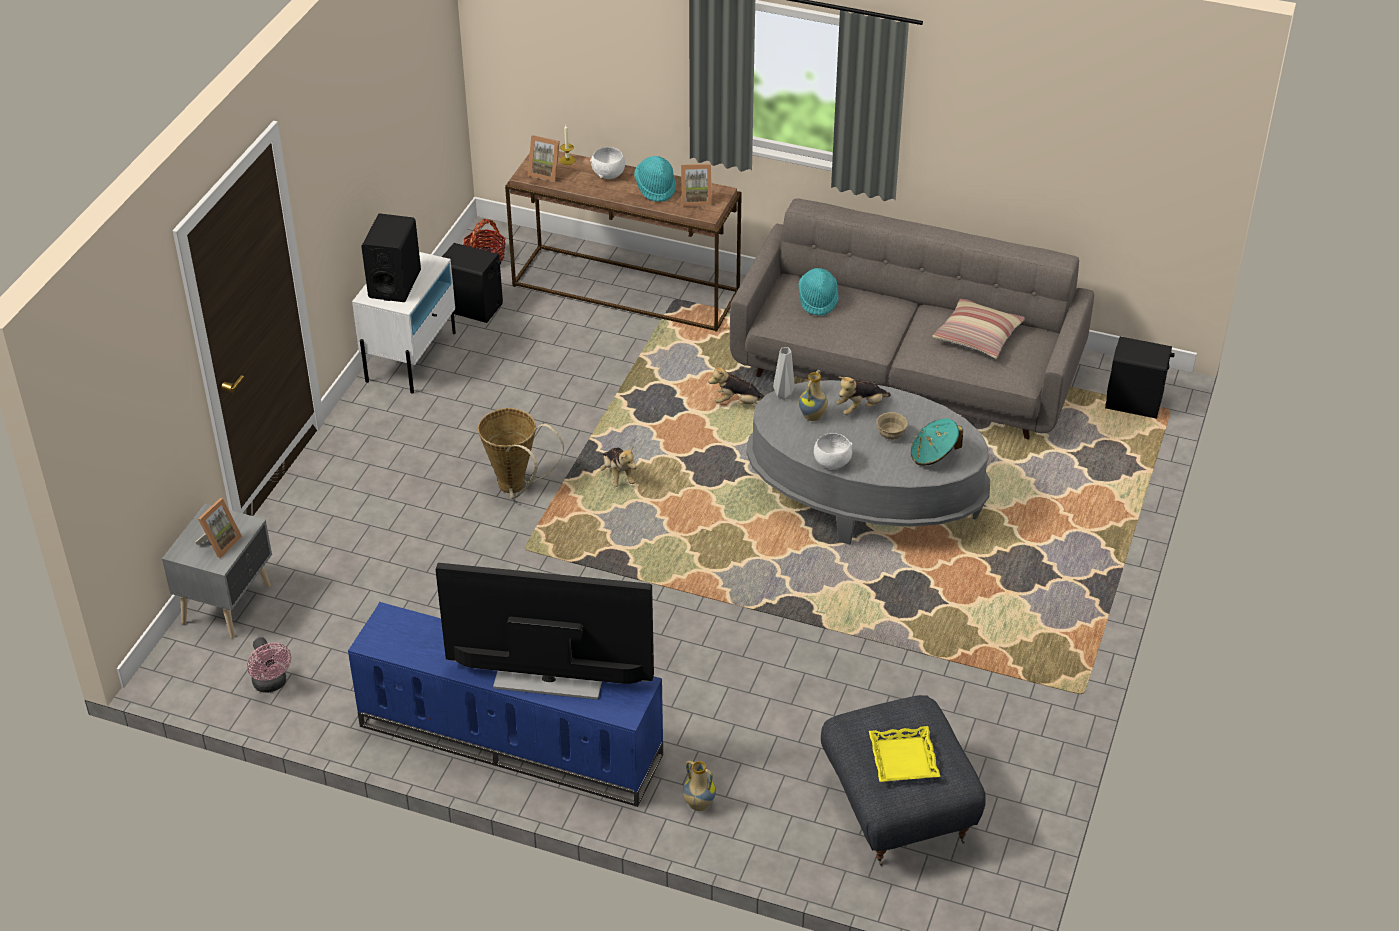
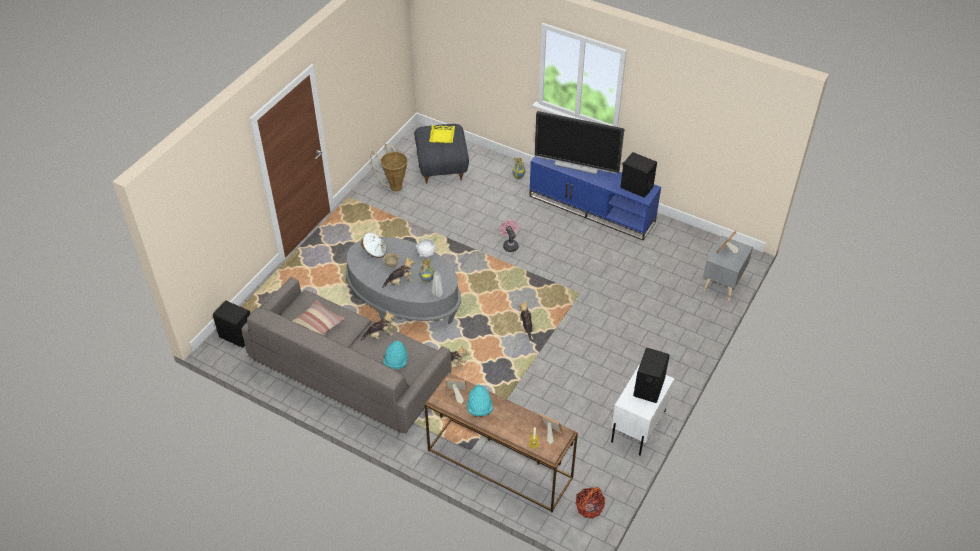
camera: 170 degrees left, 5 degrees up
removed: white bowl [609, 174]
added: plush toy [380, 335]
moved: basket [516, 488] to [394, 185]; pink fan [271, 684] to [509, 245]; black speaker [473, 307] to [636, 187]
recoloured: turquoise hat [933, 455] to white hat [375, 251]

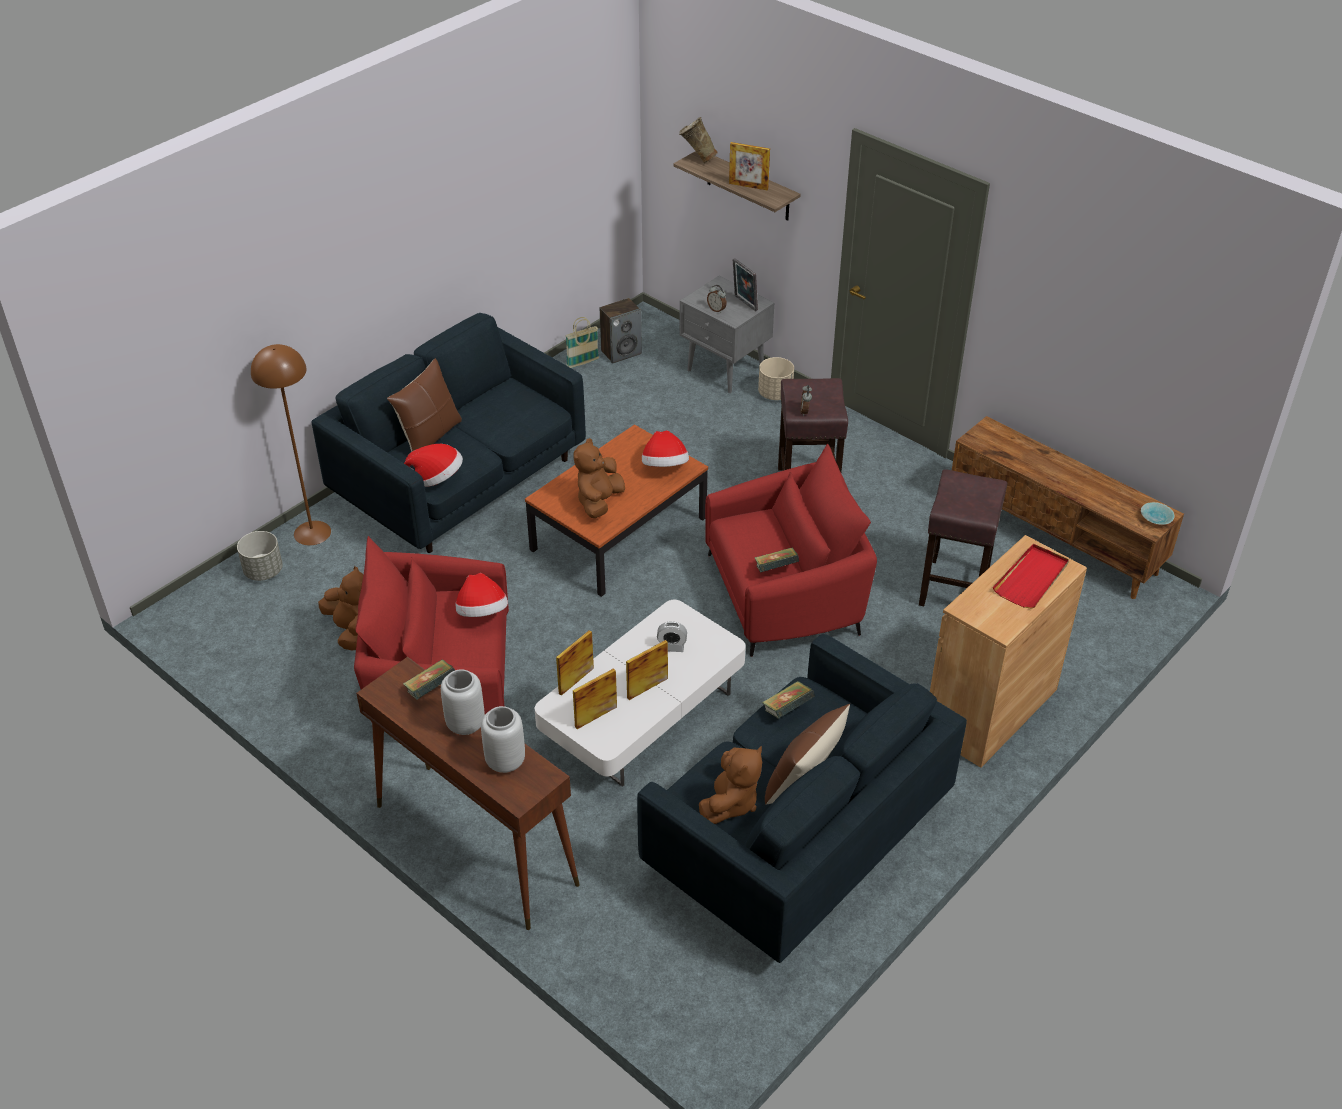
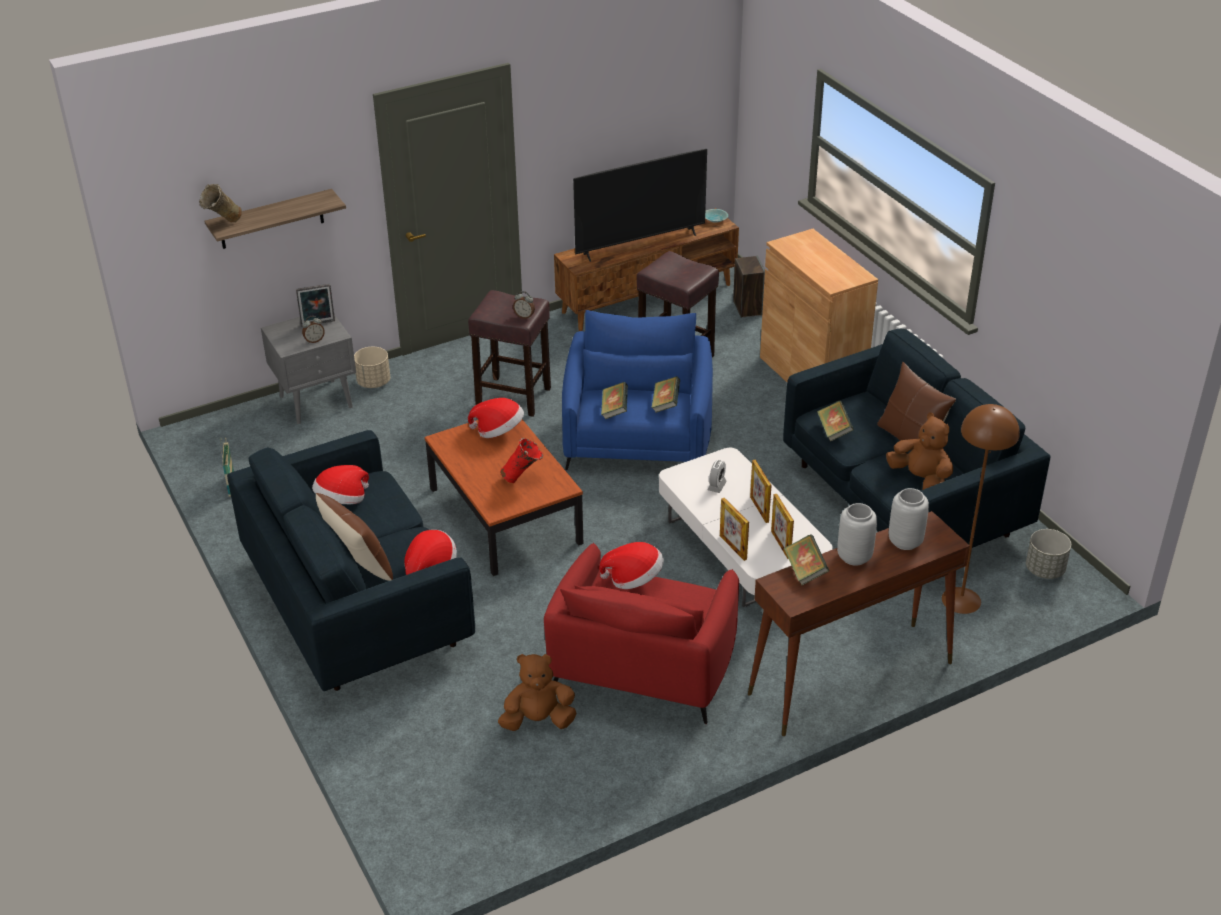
camera: 70 degrees left, 5 degrees down
removed: picture frame [748, 186]; red tray [1031, 579]
added: hat [342, 501]; television [640, 244]; book [614, 410]
moved: speaker [621, 352] to [747, 308]; brown floor lamp [312, 532] to [960, 600]; grey planter [263, 571] to [1045, 570]
replaced: brown plush toy [599, 502] to red vase [523, 479]
recoloured: red armchair [785, 594] to blue armchair [637, 440]

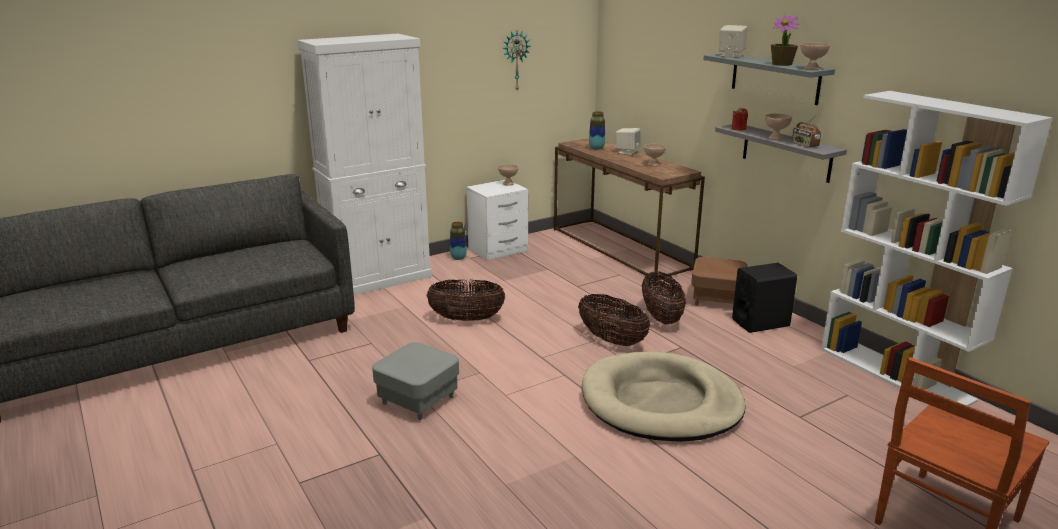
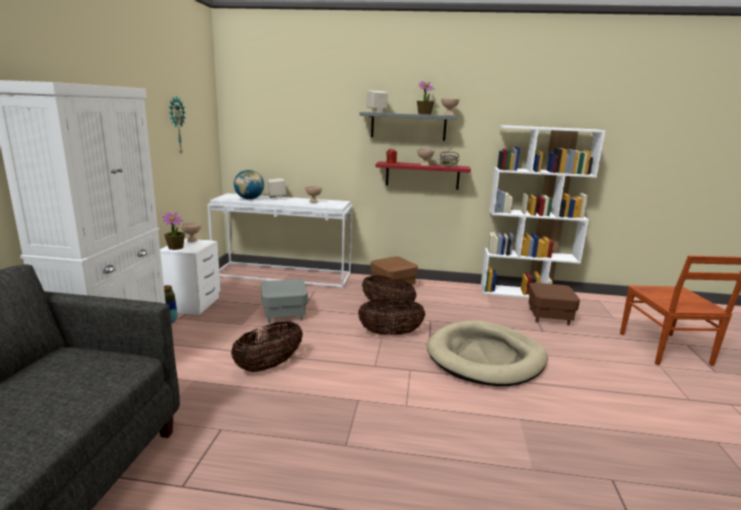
camera: 50 degrees left, 5 degrees down
removed: black speaker [760, 323]
added: potted plant [175, 247]; brown ottoman [549, 317]
moved: grey ottoman [418, 400] to [284, 314]
replaced: vase [596, 148] to globe [249, 199]
recoloured: brown console table [622, 248] to white console table [284, 275]; grey shelf [786, 152] to red shelf [422, 175]

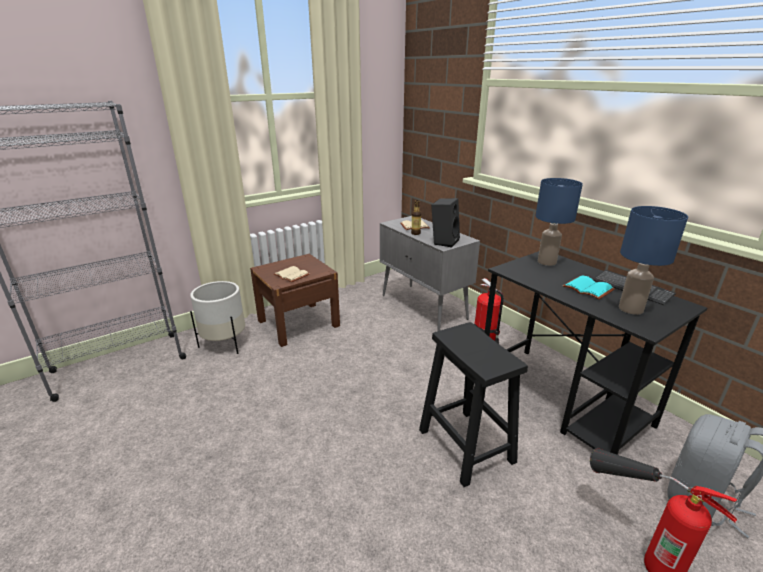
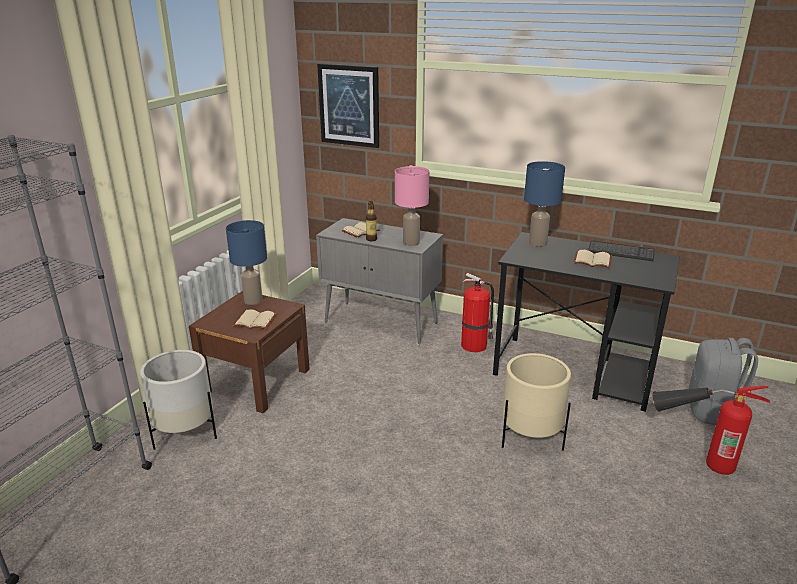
camera: 30 degrees left, 0 degrees up
added: picture [349, 105]
moved: blue table lamp [631, 309] to [253, 301]
replaced: black speaker [444, 241] to pink table lamp [410, 242]; black stool [464, 444] to beige planter [530, 437]
recoloured: turquoise book [586, 289] to beige book [591, 261]

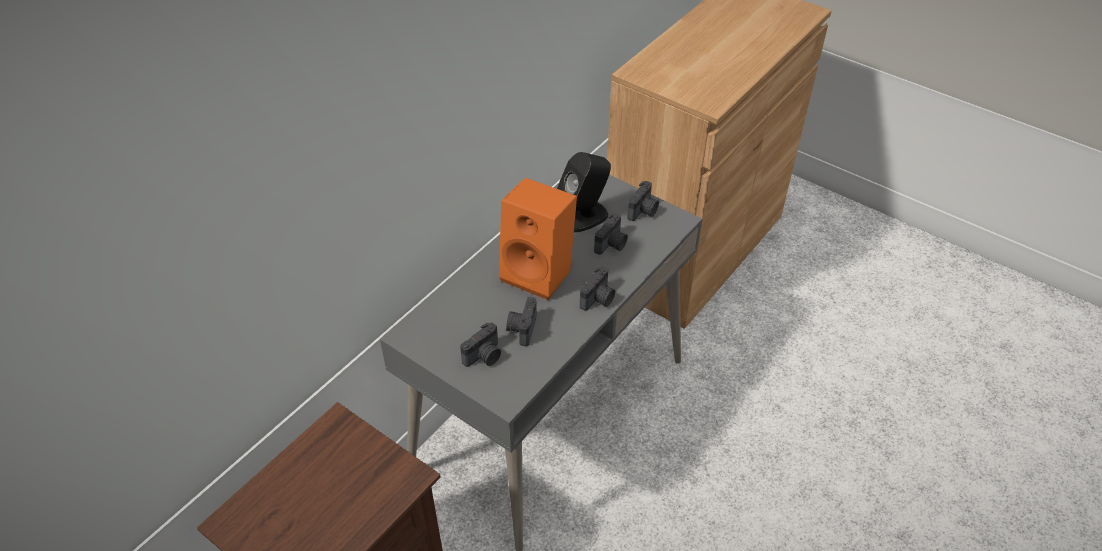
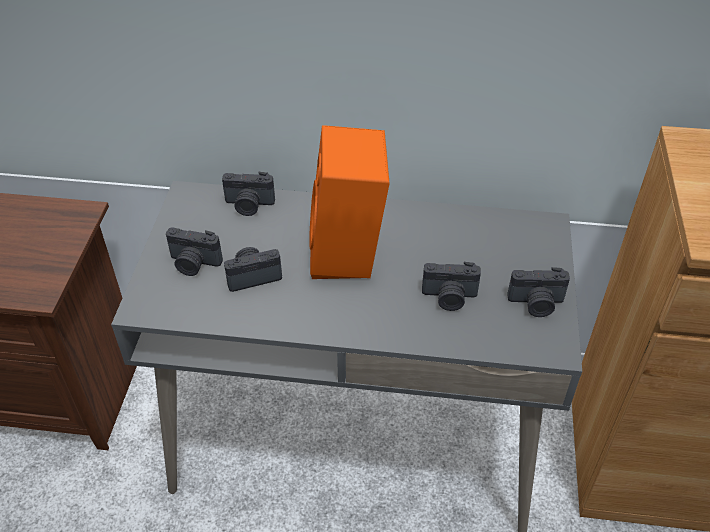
camera: 60 degrees right, 0 degrees up
removed: black speaker [583, 216]
moved: photo camera [598, 299] to [249, 205]

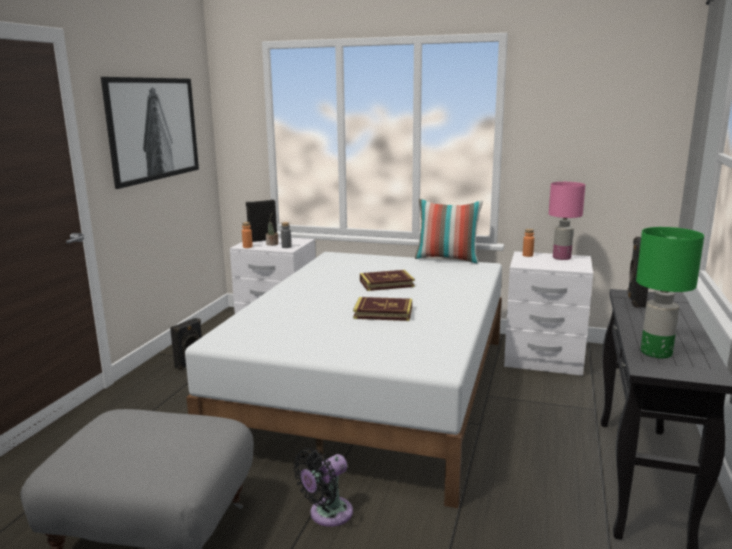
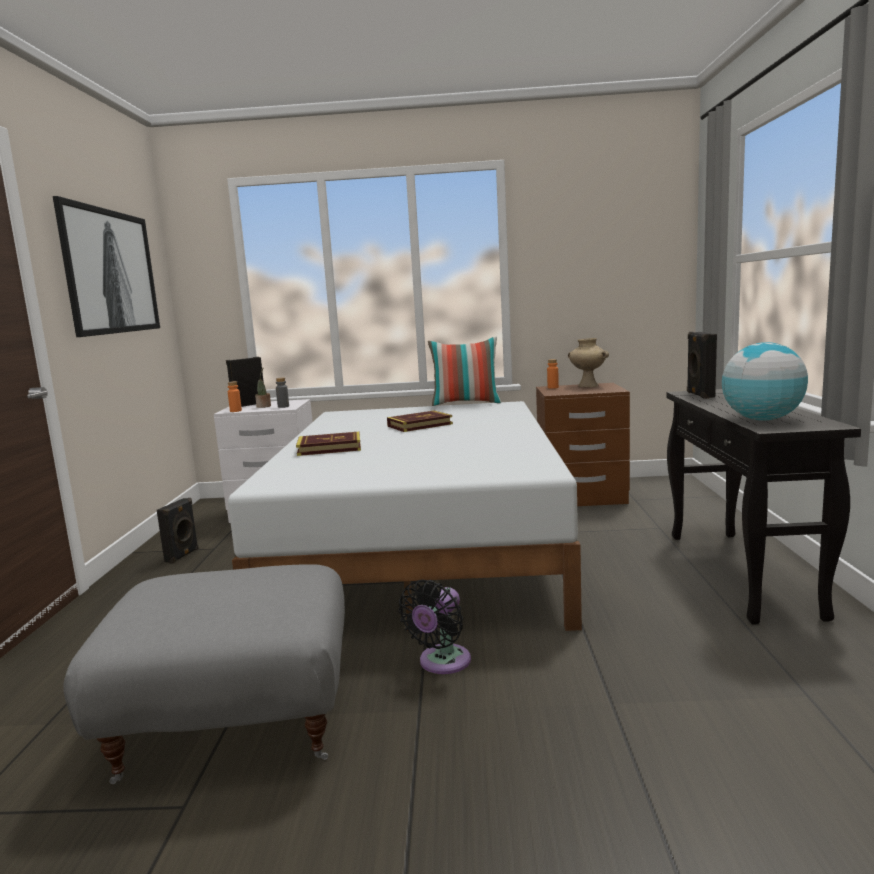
camera: 15 degrees left, 5 degrees down
moved: book [383, 312] to [329, 448]
replaced: pink table lamp [561, 258] to beige vase [587, 386]; green table lamp [655, 352] to globe [762, 419]
recoloured: white nightstand [543, 360] to brown nightstand [582, 497]

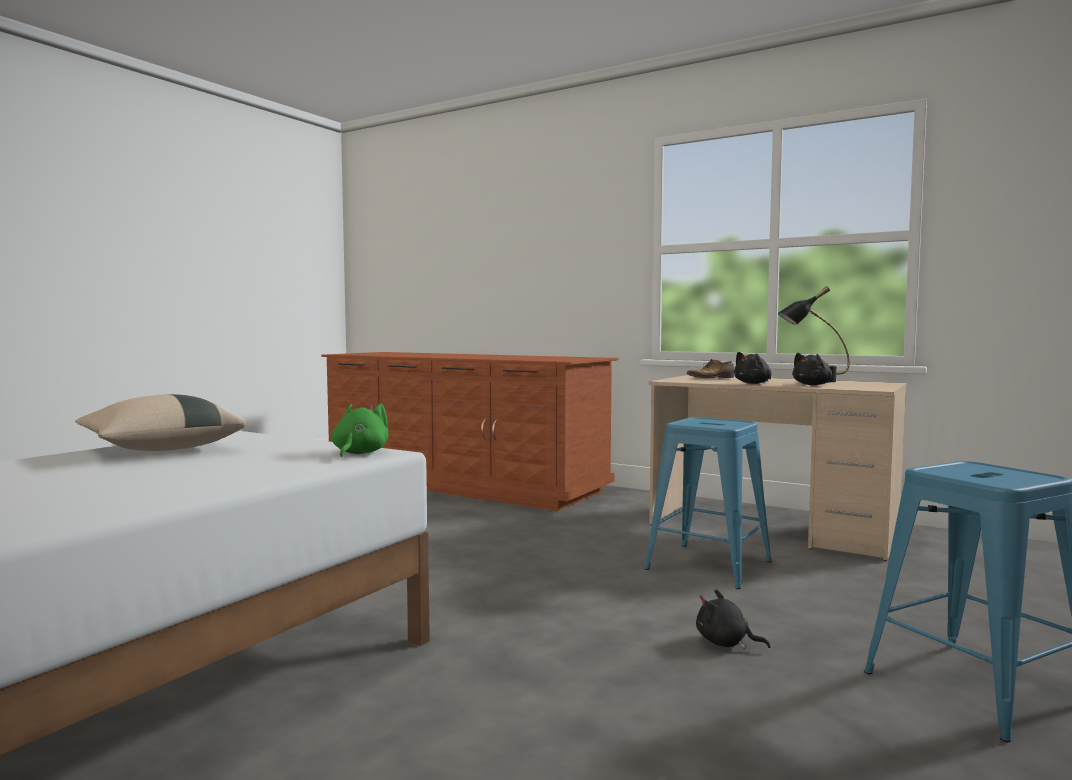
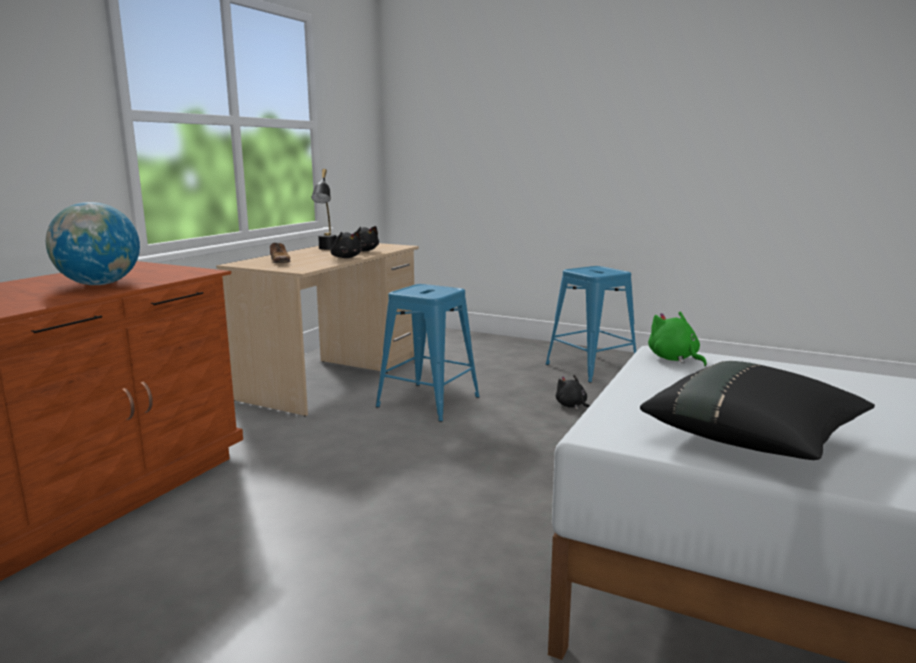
camera: 95 degrees left, 10 degrees up
added: globe [99, 284]
recoloured: beige pillow [160, 449] to black pillow [753, 439]
turned: black plush toy [725, 643] = [572, 406] 120 degrees clockwise; green plush toy [359, 453] = [674, 359] 60 degrees clockwise

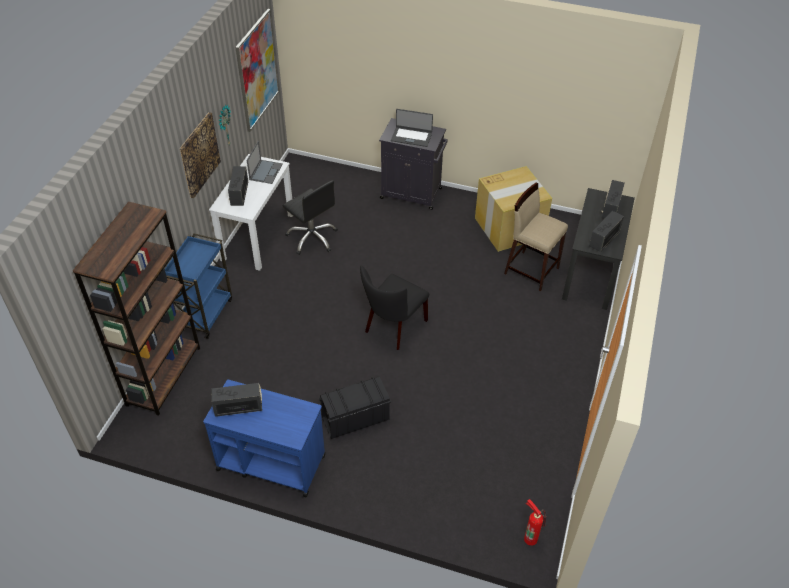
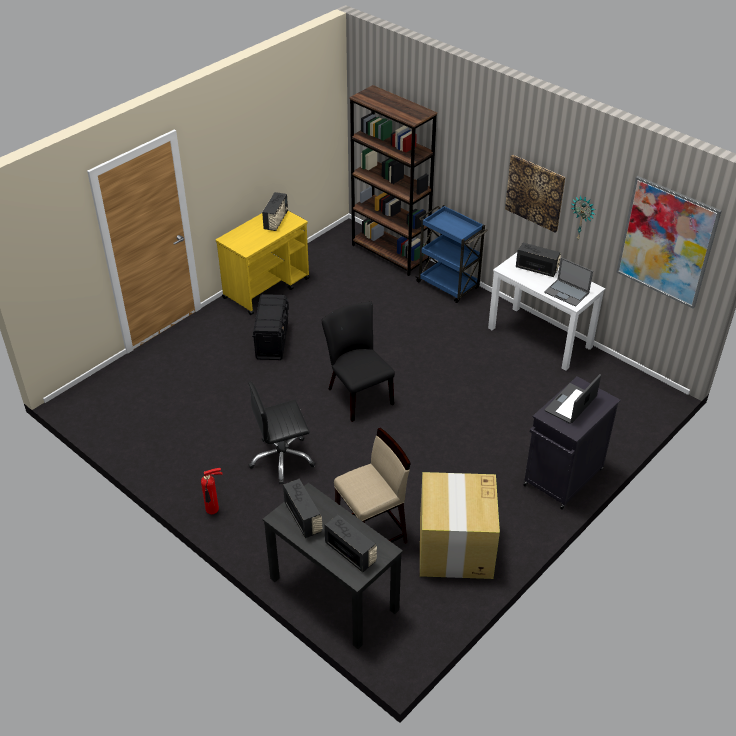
camera: 115 degrees right, 5 degrees down
moved: fire extinguisher [531, 537] to [213, 510]; black office chair [312, 238] to [282, 459]
recoloured: blue cart [270, 462] to yellow cart [267, 288]

